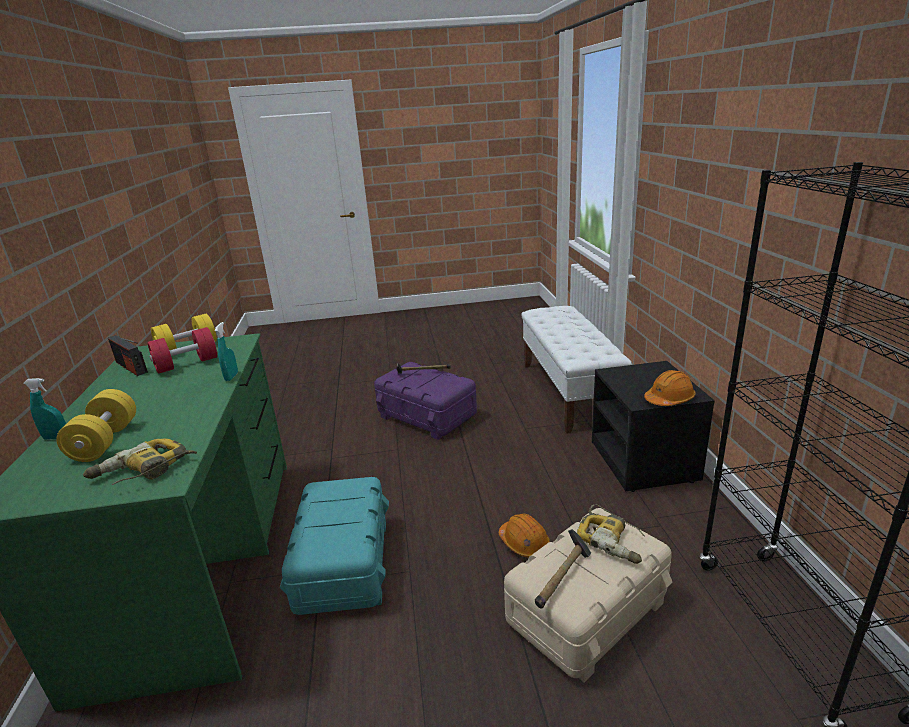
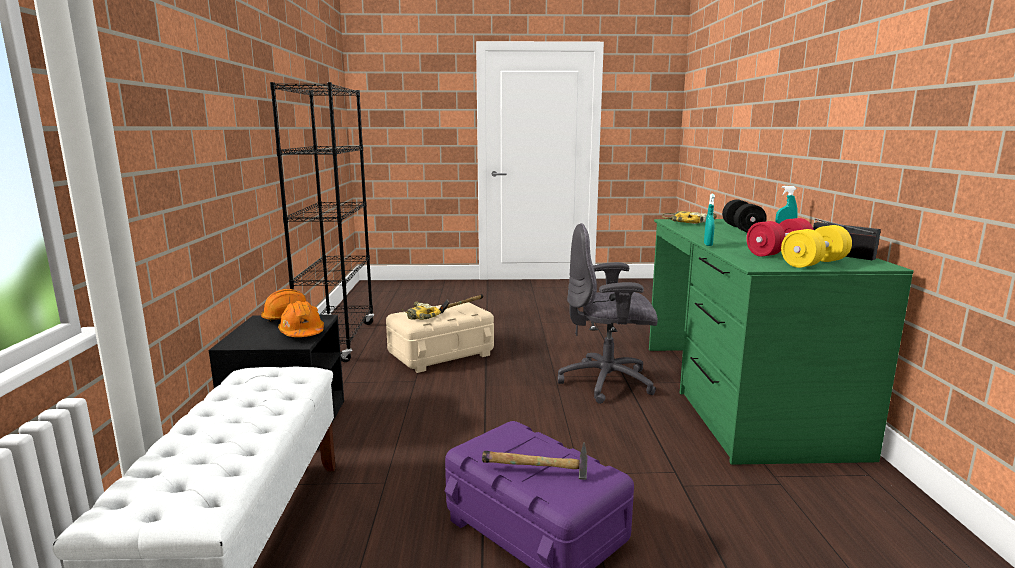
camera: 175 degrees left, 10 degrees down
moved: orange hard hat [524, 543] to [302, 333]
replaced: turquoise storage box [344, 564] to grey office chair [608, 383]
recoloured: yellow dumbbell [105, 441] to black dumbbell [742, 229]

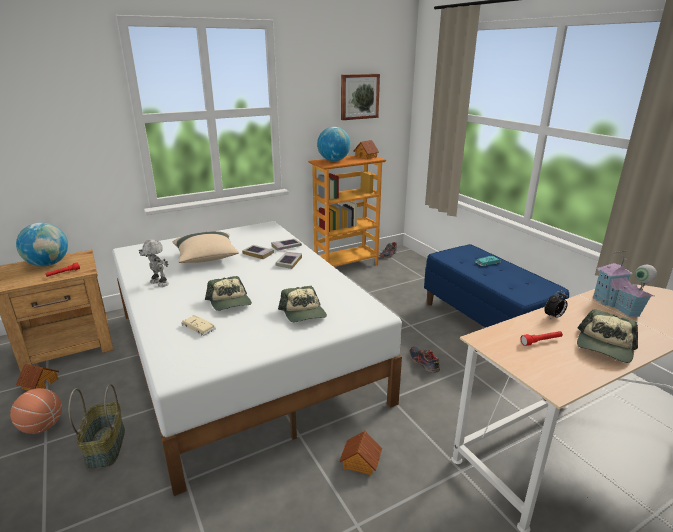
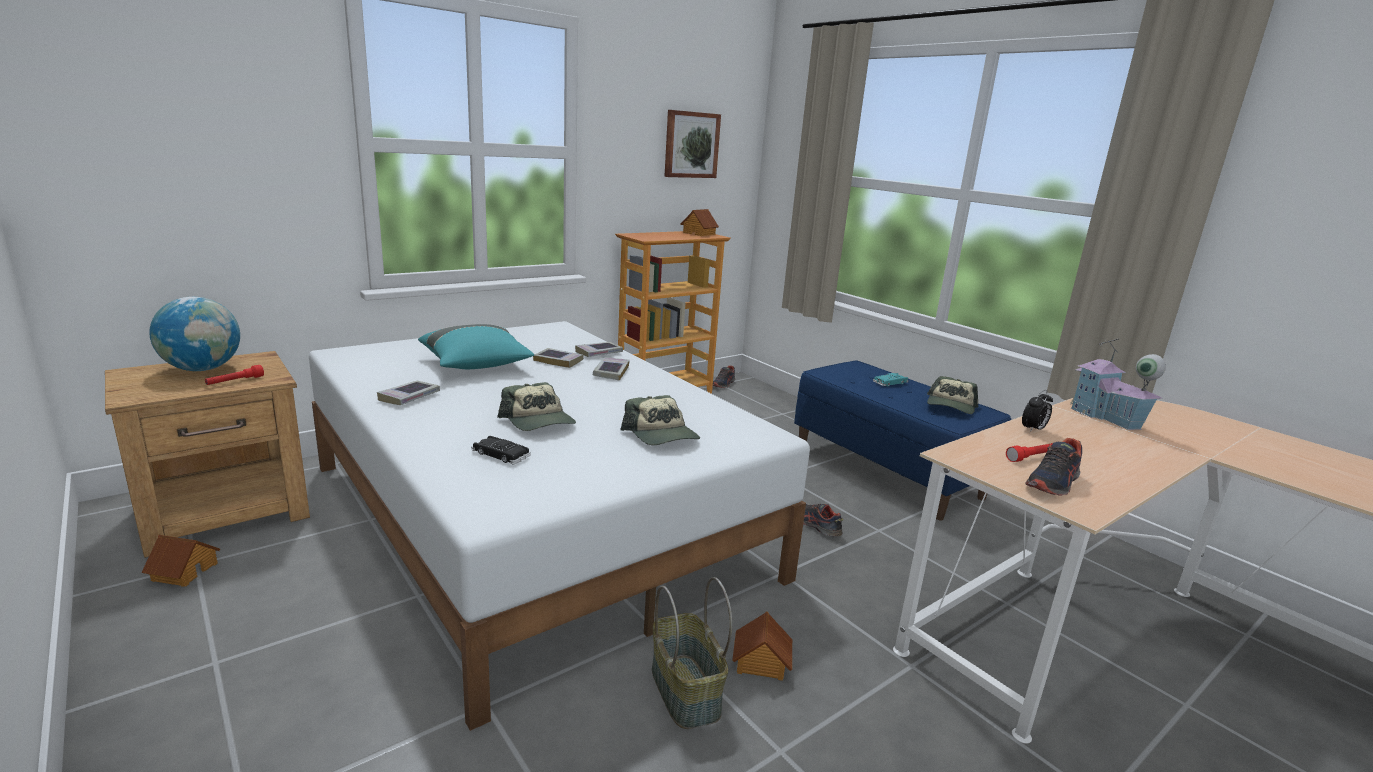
camera: 10 degrees left, 5 degrees down
removed: basketball [42, 426]; globe [333, 160]
added: shoe [1053, 483]
moved: basket [105, 446] to [683, 691]; cap [604, 346] to [951, 406]
replaced: toy robot [158, 283] to book [409, 397]
recoloured: beige pillow [206, 258] to turquoise pillow [476, 365]; beige toy car [198, 327] to black toy car [501, 454]

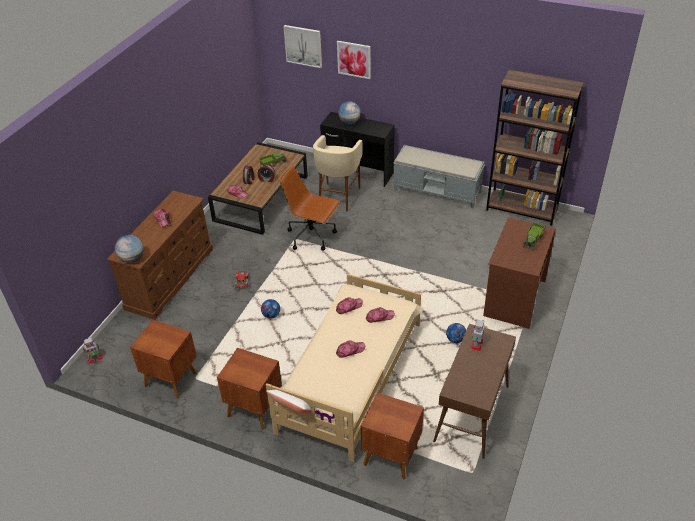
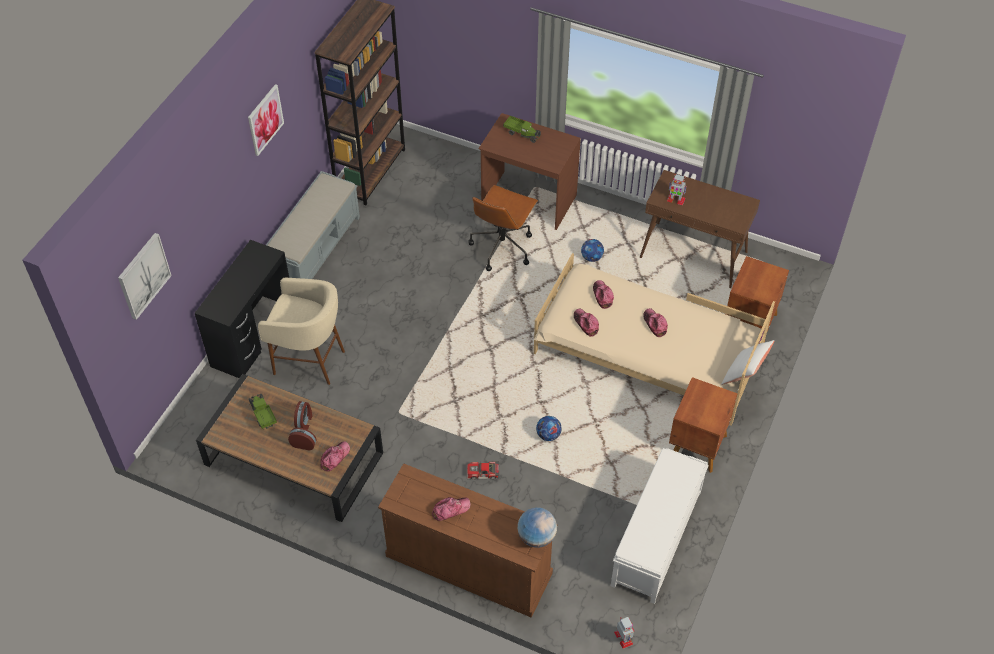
camera: 90 degrees left, 10 degrees up
removed: globe [349, 122]
moved: picture [354, 59] to [265, 119]; brown office chair [312, 236] to [502, 247]
replaced: brown nightstand [170, 378] to white bench [656, 539]

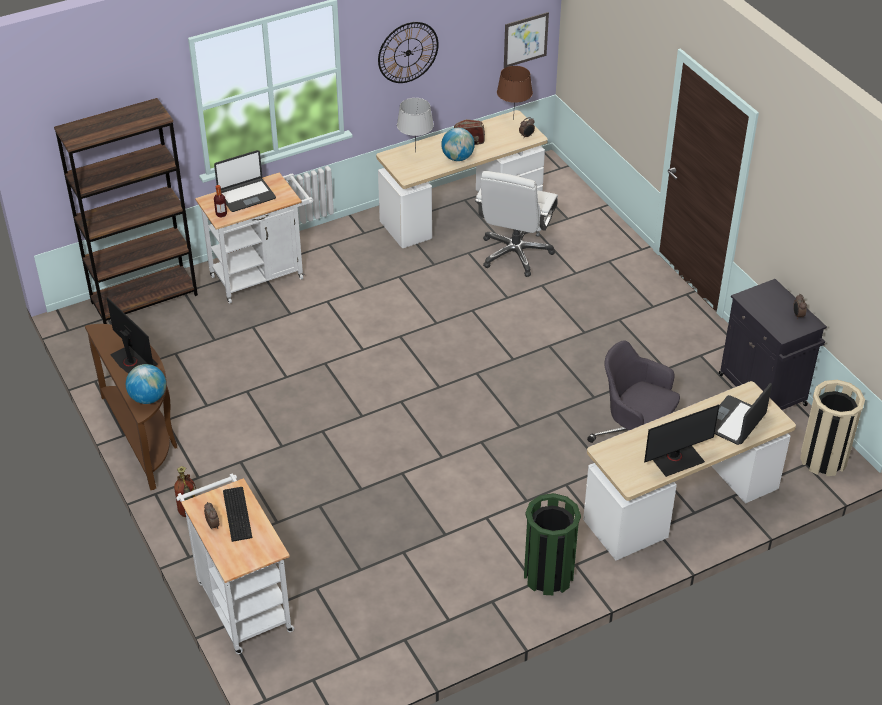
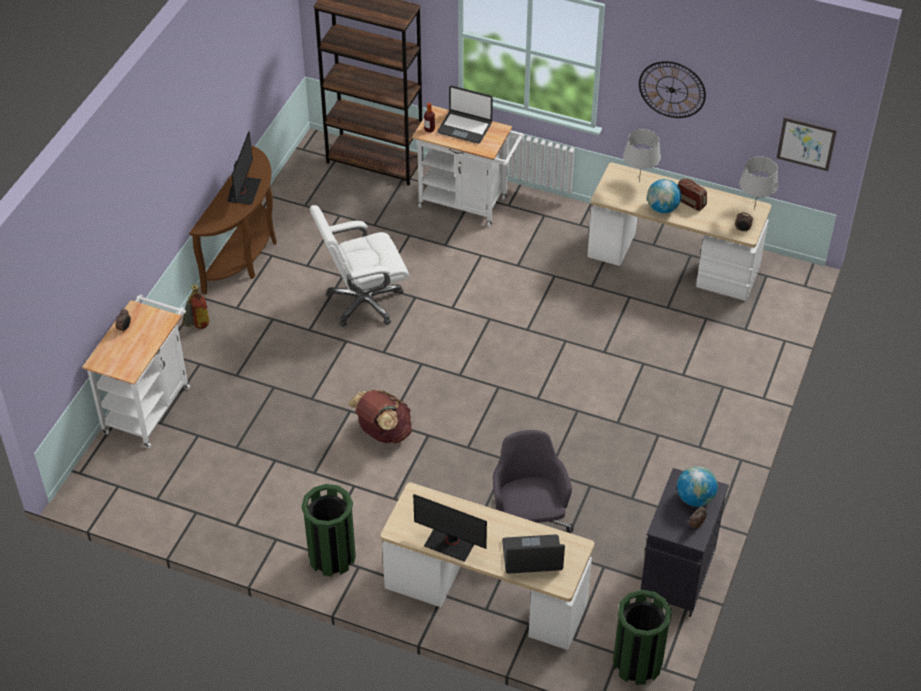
camera: 50 degrees right, 5 degrees up
removed: keyboard [238, 513]
added: brown backpack [383, 432]
moved: white office chair [515, 254] to [363, 302]; globe [148, 398] to [695, 498]
recoloured: beige trash can [823, 459] to green trash can [637, 663]; brown table lamp [513, 119] to grey table lamp [754, 209]

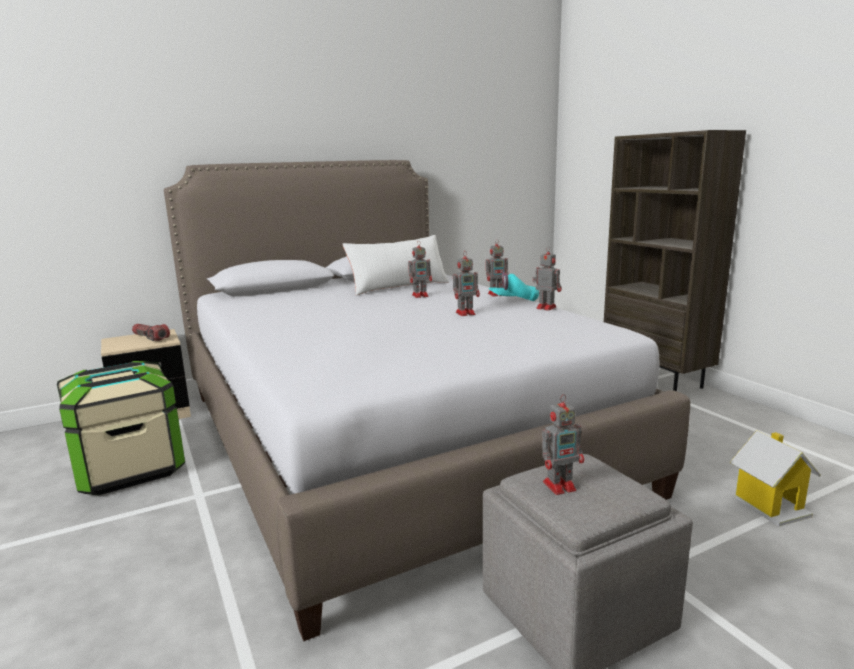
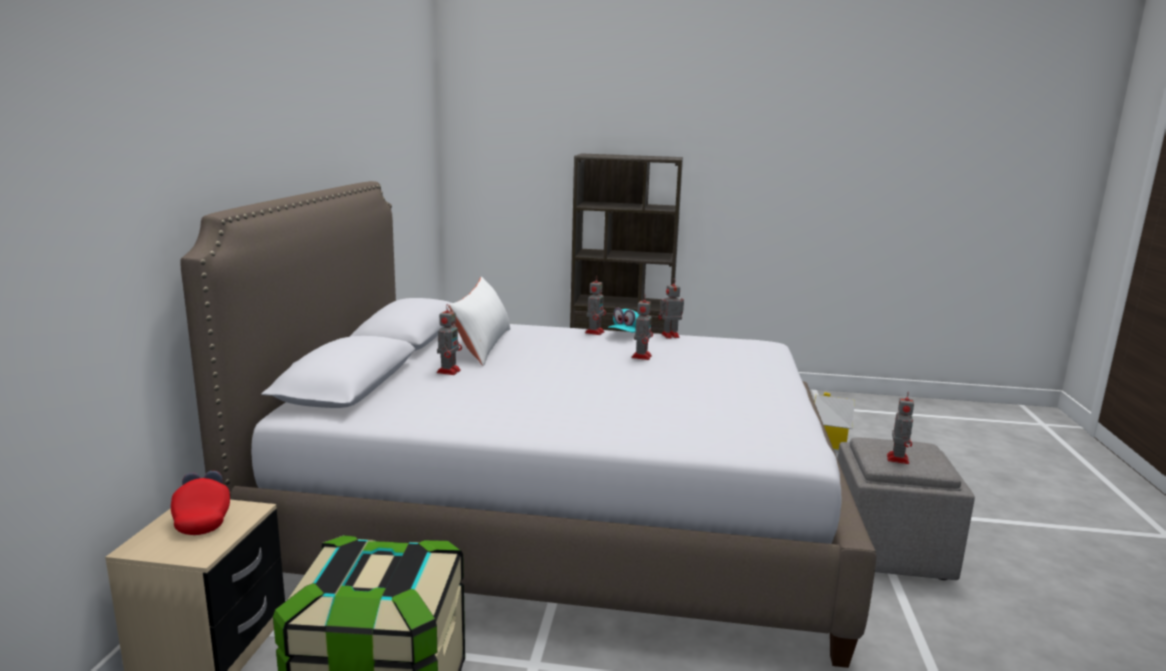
camera: 55 degrees left, 0 degrees up
moved: toy robot [421, 295] to [449, 371]
replaced: flashlight [150, 338] to red cap [203, 519]

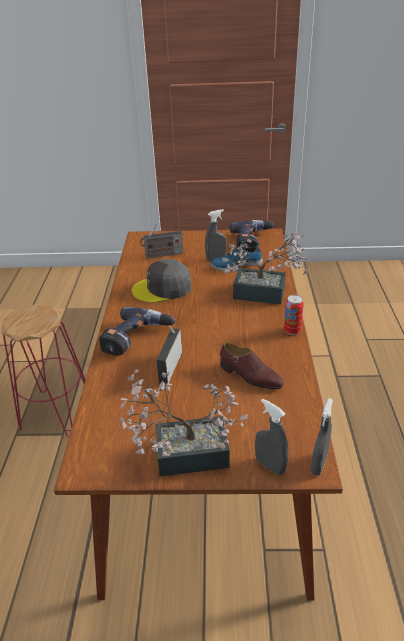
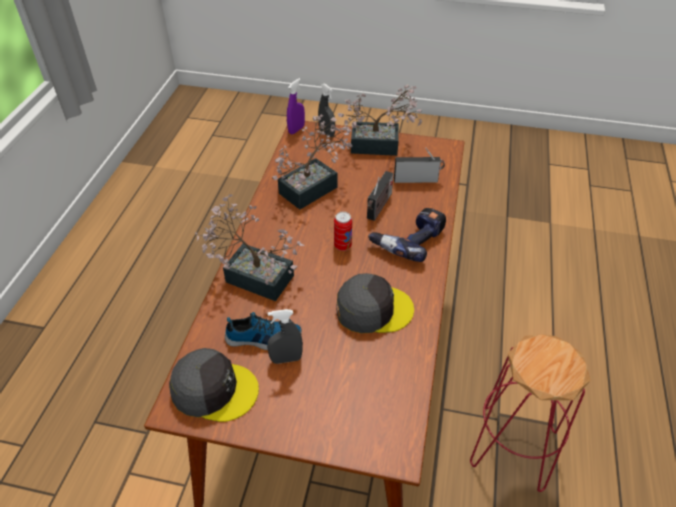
camera: 170 degrees left, 10 degrees up
moved: can [292, 330] to [342, 246]; radio [162, 255] to [418, 179]
replaced: power drill [252, 242] to grey cap [214, 389]; brown shoe [250, 376] to potted plant [314, 187]
recoloured: grey spray bottle [318, 464] to purple spray bottle [296, 129]

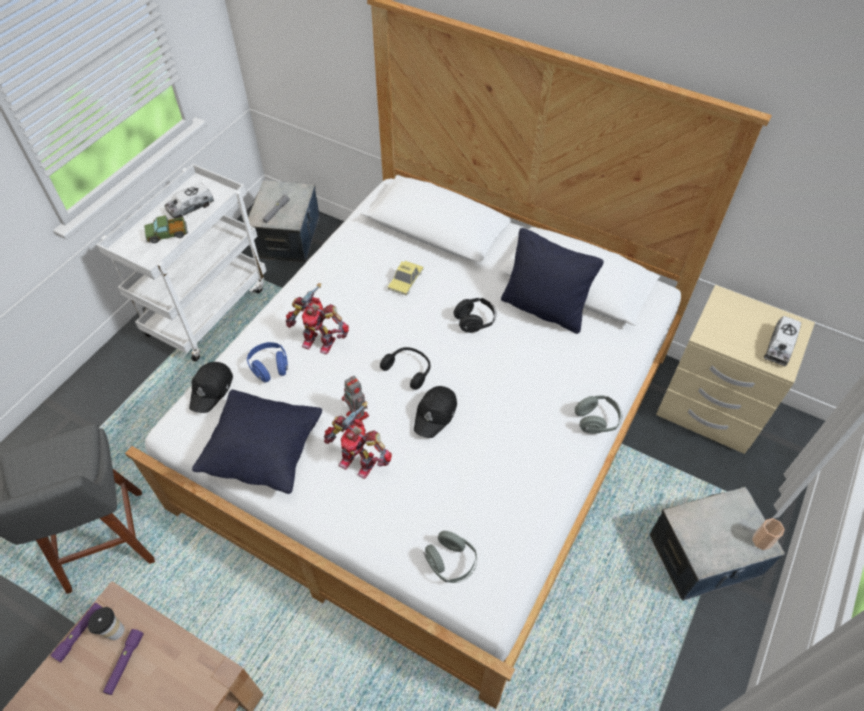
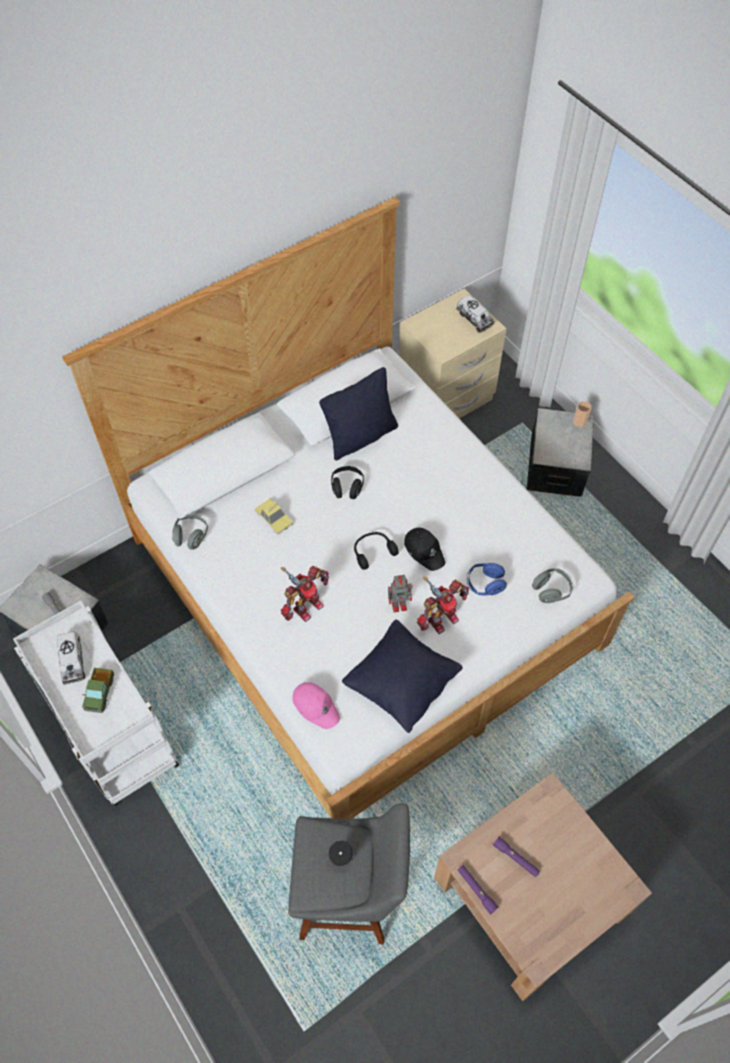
camera: 65 degrees left, 5 degrees up
moved: grey headphones [596, 420] to [191, 536]; cup [112, 630] to [342, 859]; blue headphones [270, 367] to [485, 584]
recoloured: black cap [212, 389] to pink cap [316, 706]

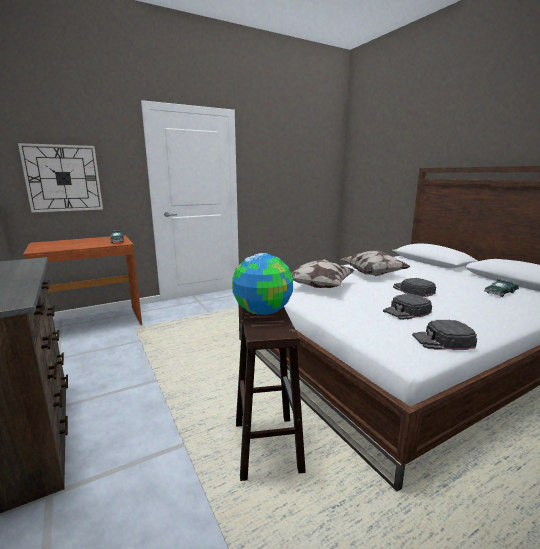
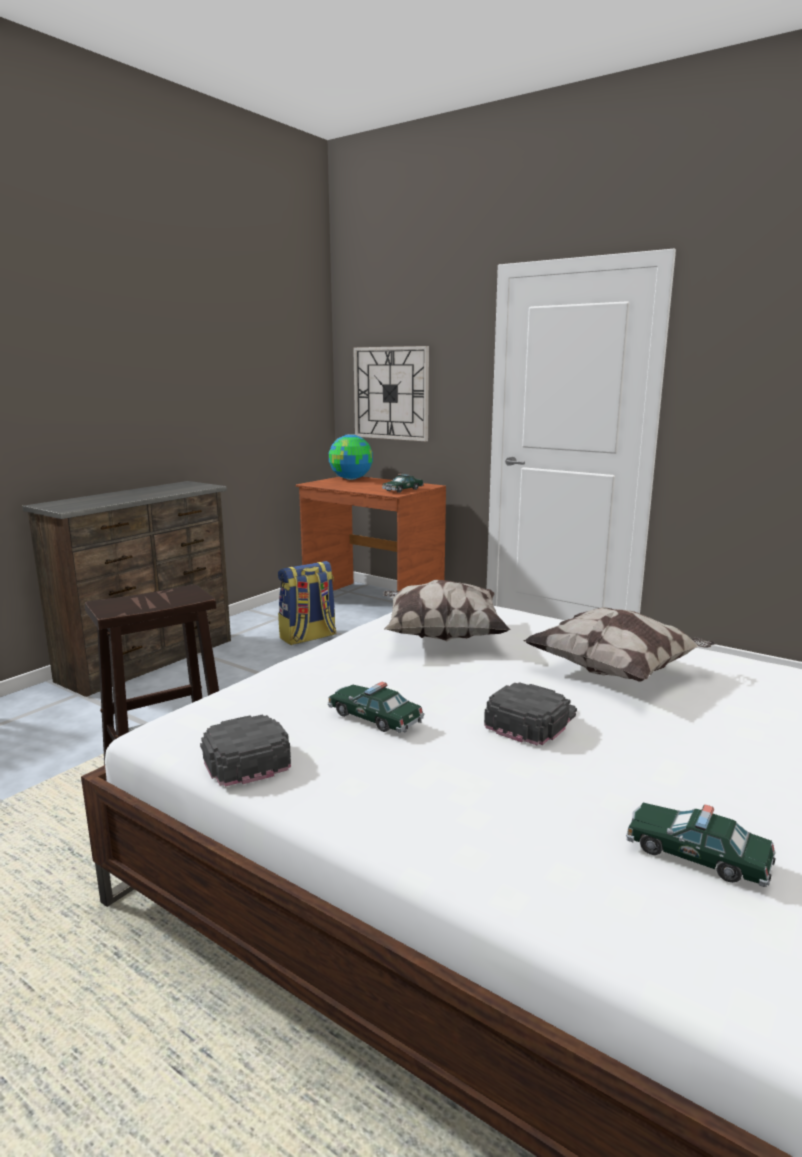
camera: 65 degrees right, 0 degrees up
added: backpack [308, 637]
moved: globe [263, 312] to [351, 479]
replaced: black cap [406, 311] to toy car [374, 718]

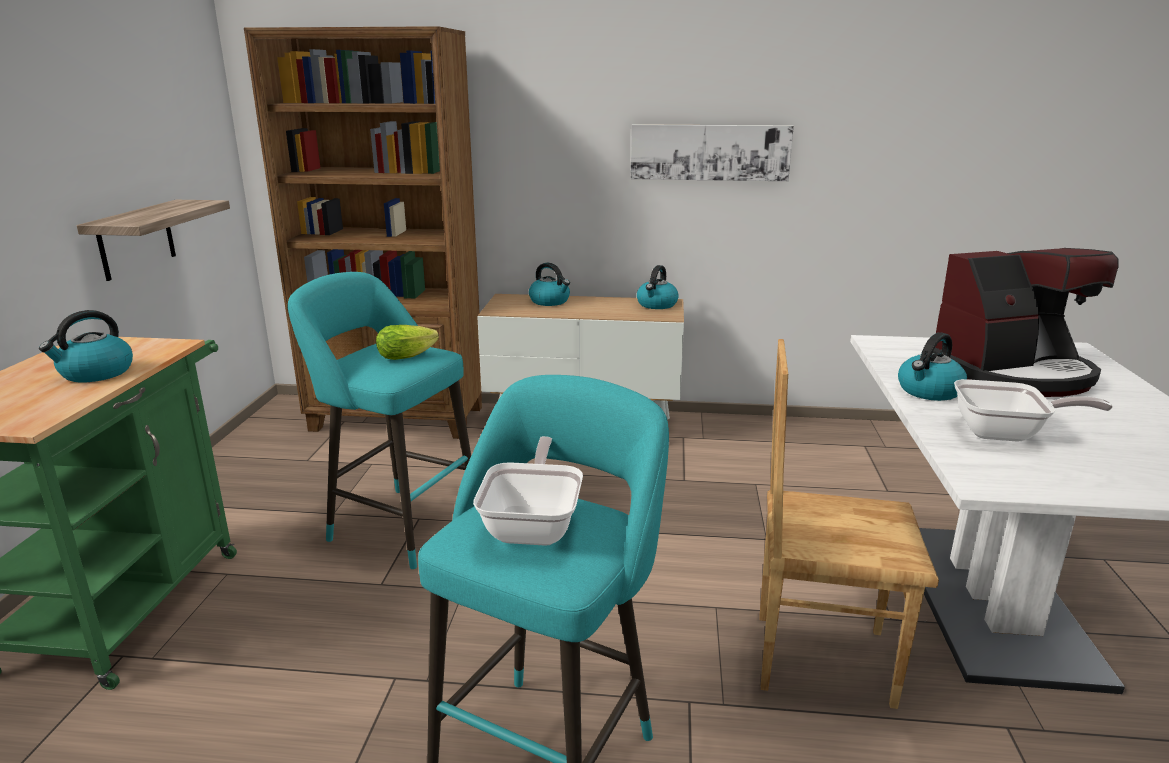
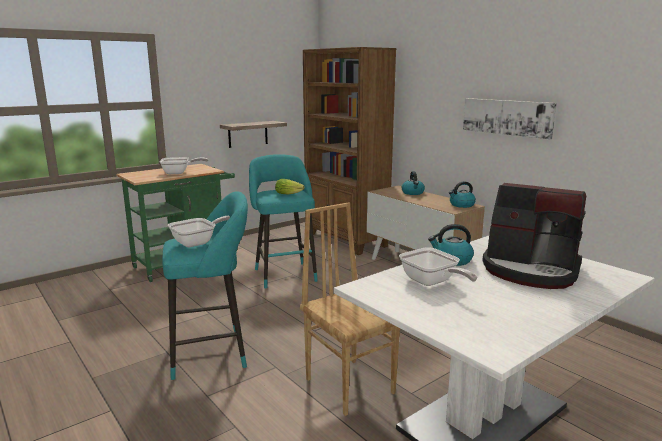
camera: 45 degrees right, 5 degrees down
replaced: kettle [96, 373] to frying pan [179, 173]

